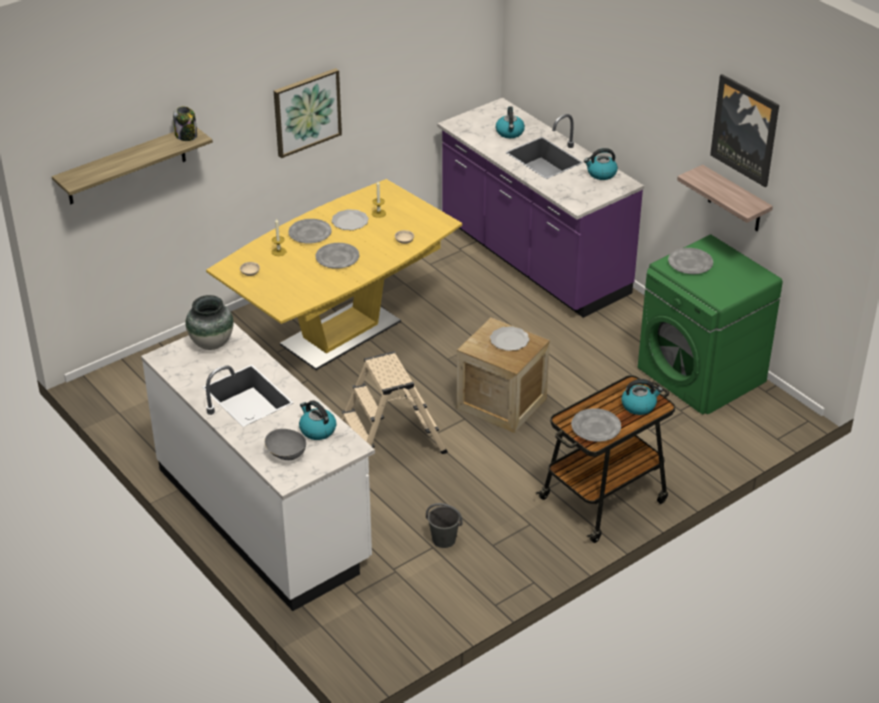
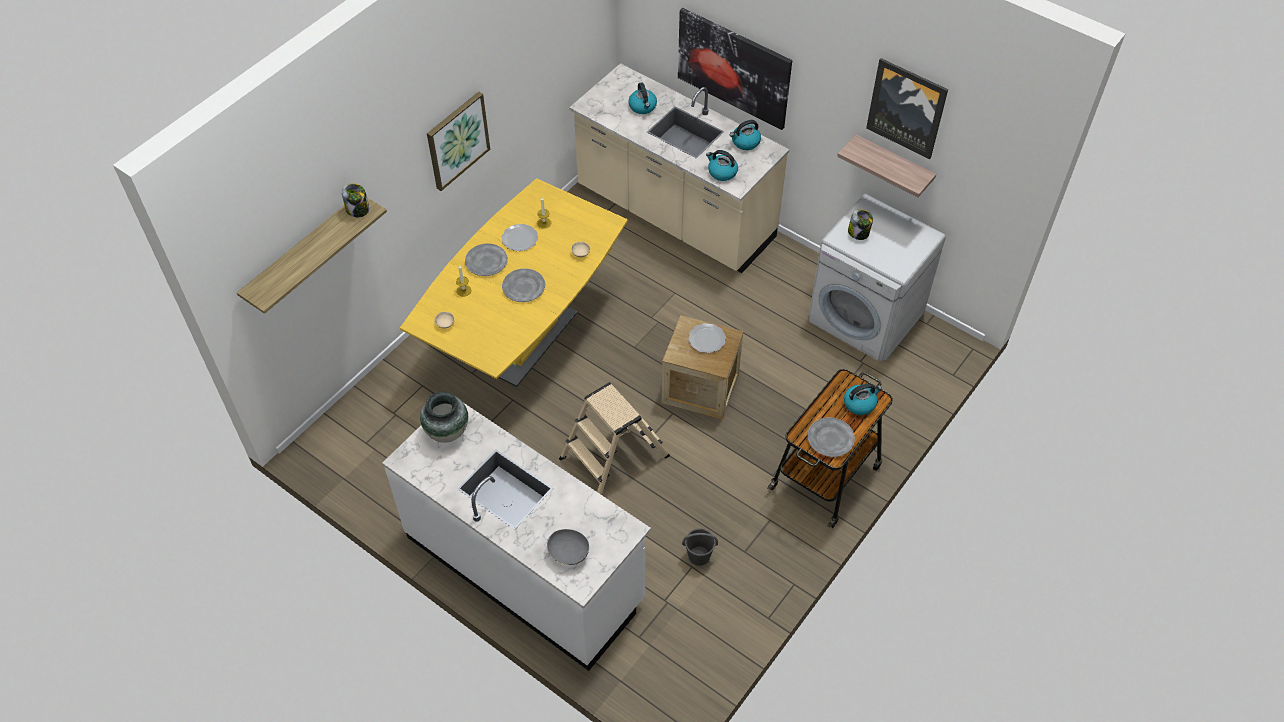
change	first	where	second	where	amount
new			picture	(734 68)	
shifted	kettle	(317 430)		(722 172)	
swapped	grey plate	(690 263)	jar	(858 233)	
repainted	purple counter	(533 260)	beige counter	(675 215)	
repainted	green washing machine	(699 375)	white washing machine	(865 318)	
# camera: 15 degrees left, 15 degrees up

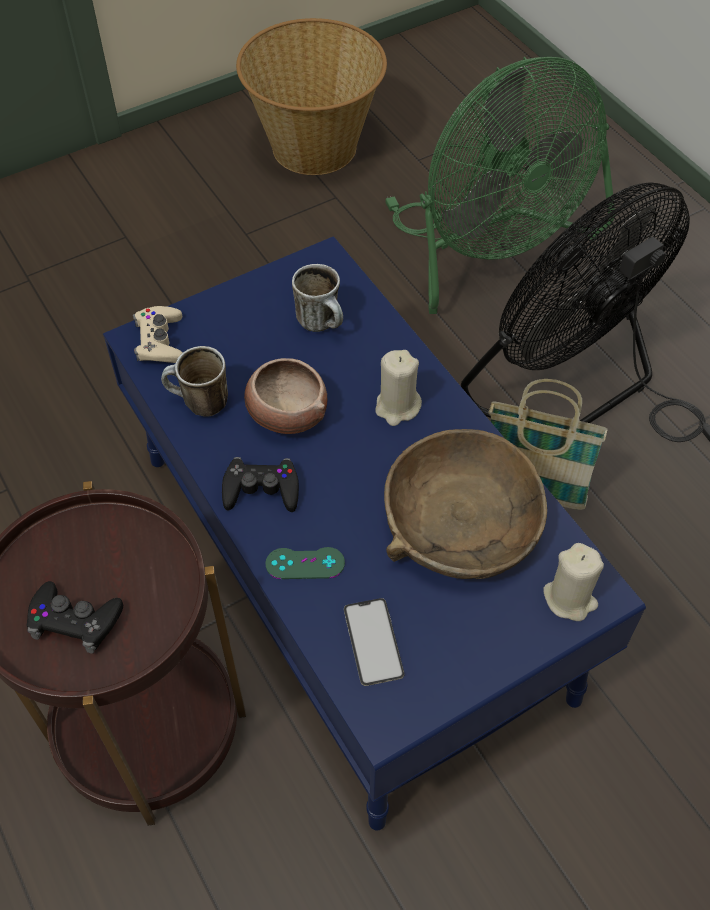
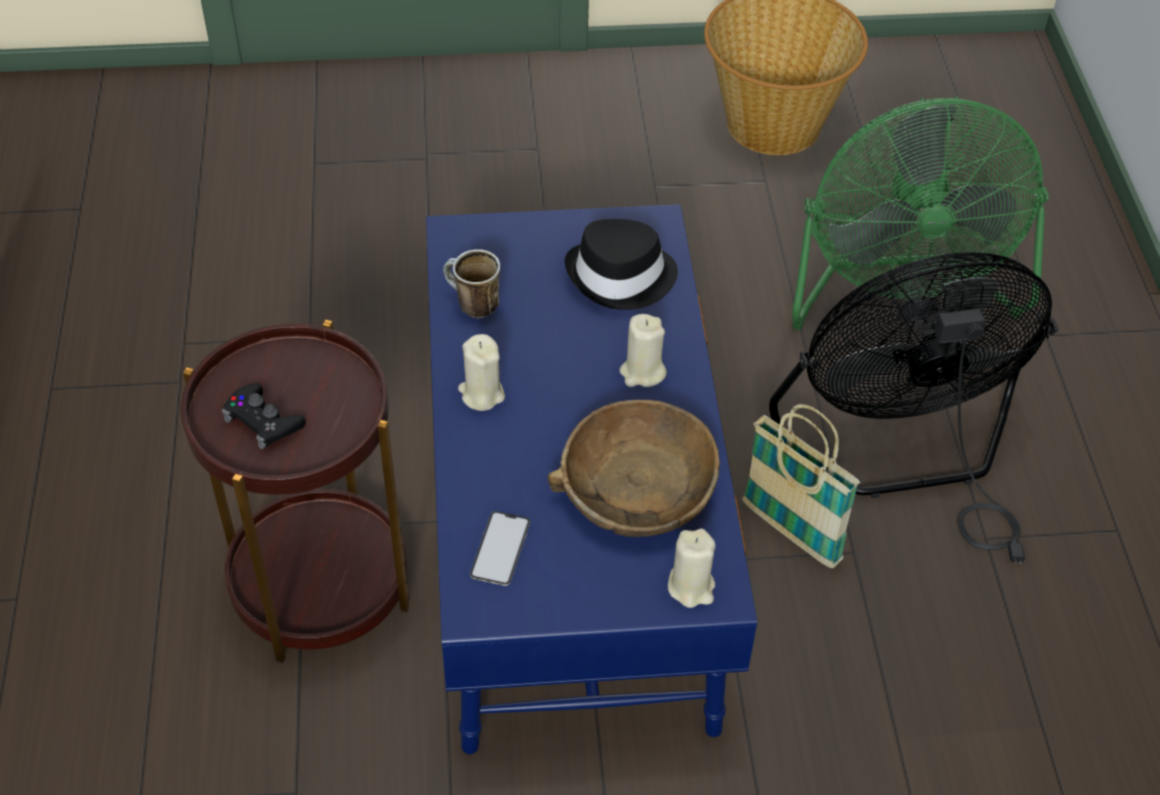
change	first	where	second	where	amount
gone	beige game controller	(160 341)			
gone	bowl	(286 413)			
gone	green game controller	(305 563)			
swapped	black game controller	(261 490)	beige candle	(481 394)	
swapped	mug	(323 324)	black hat	(621 277)	
# camera: 25 degrees right, 5 degrees down

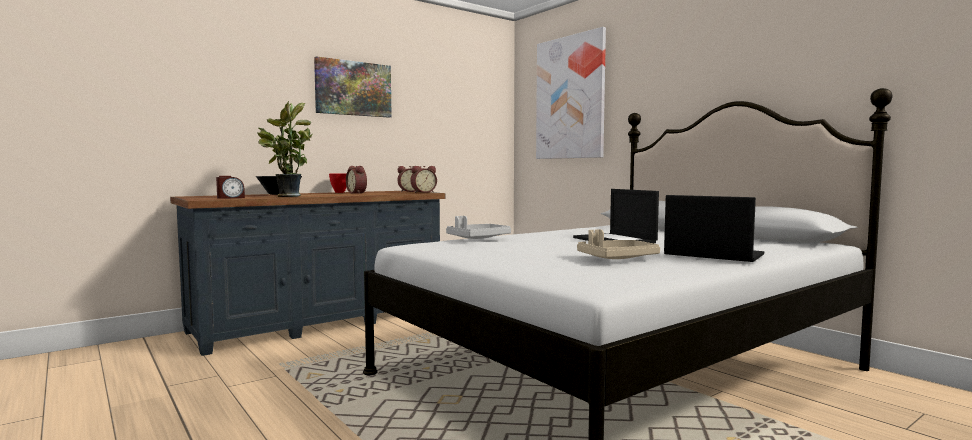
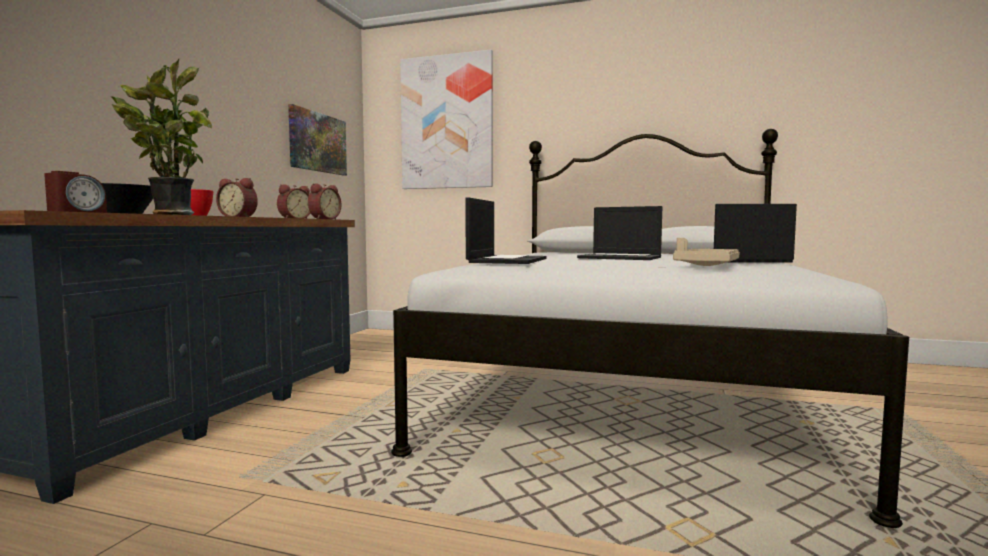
change	first	where	second	where	amount
shifted	picture	(353 88)		(317 142)	
swapped	grey tray	(478 238)	laptop	(507 260)	
# camera: 35 degrees left, 0 degrees up

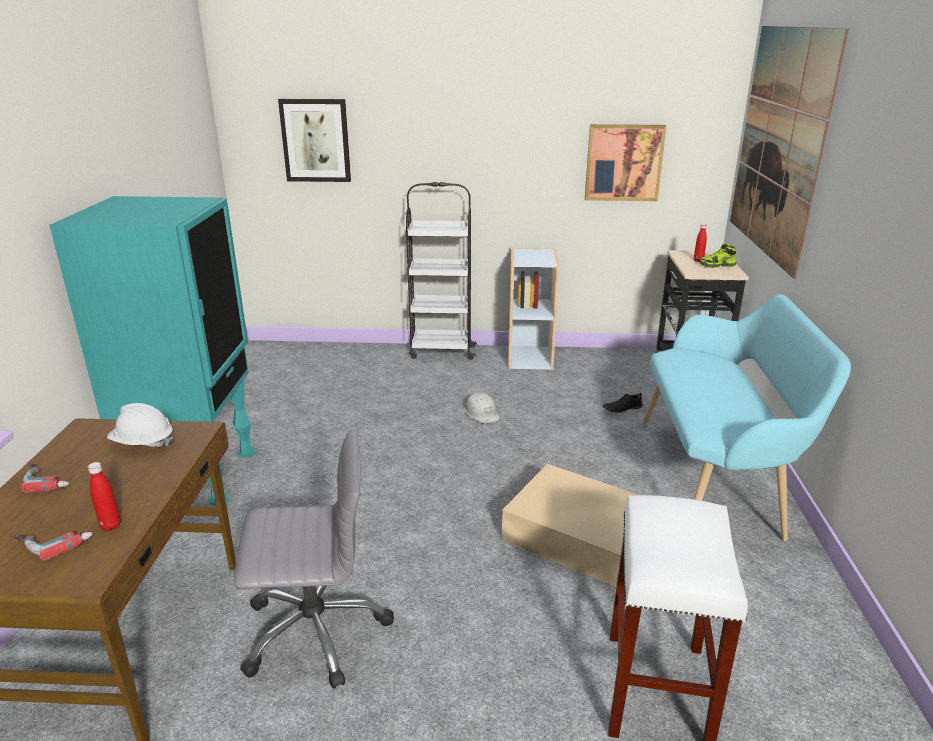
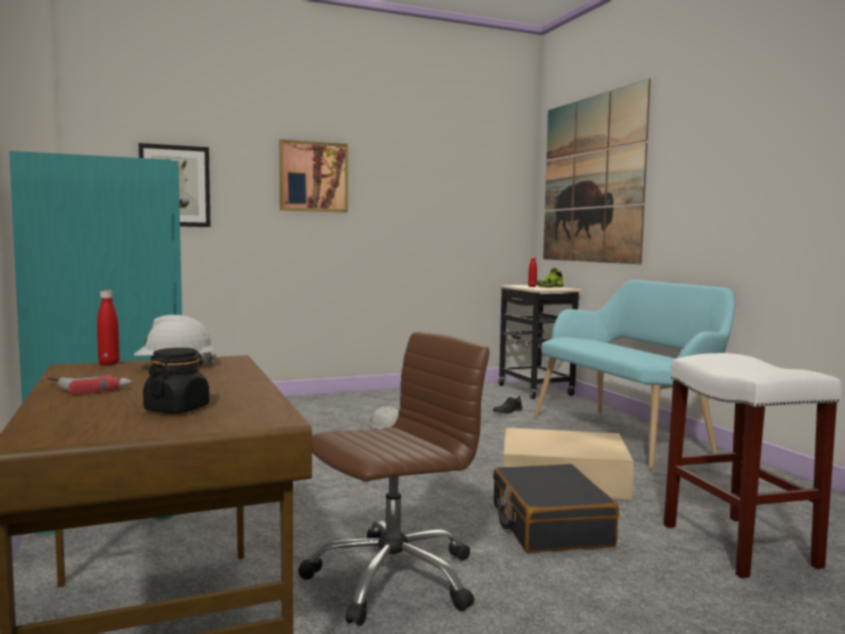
change	first	where	second	where	amount
gone	white cart	(442 352)			
gone	bookcase	(530 357)			
new			black suitcase	(549 525)	
shifted	red bottle	(110 525)		(109 363)	
shifted	picture	(623 162)		(313 177)	
swapped	power drill	(54 540)	black jar	(177 409)	
repainted	grey office chair	(316 630)	brown office chair	(393 578)	
# camera: 25 degrees left, 20 degrees down

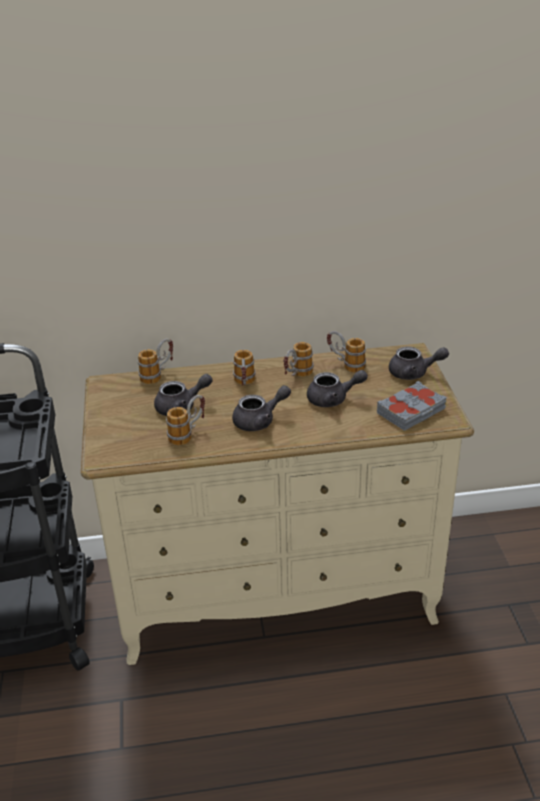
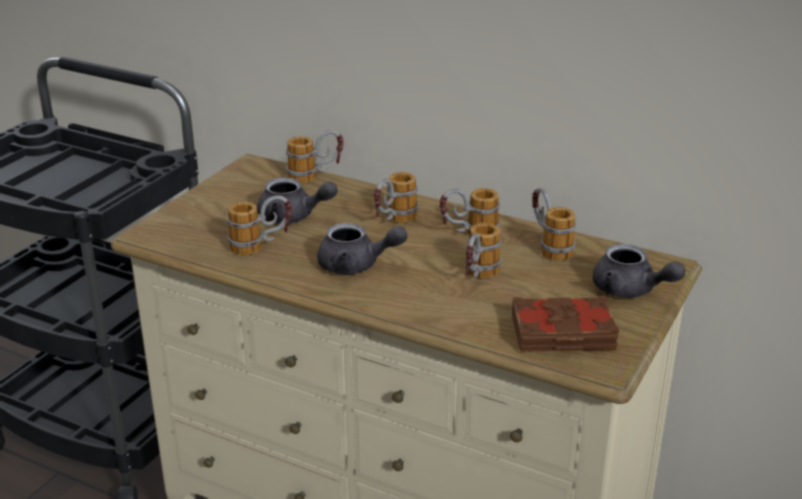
change	first	where	second	where	amount
swapped	grey teapot	(333 399)	mug	(478 278)	
repainted	grey book	(411 411)	brown book	(563 334)	
# camera: 35 degrees right, 5 degrees down

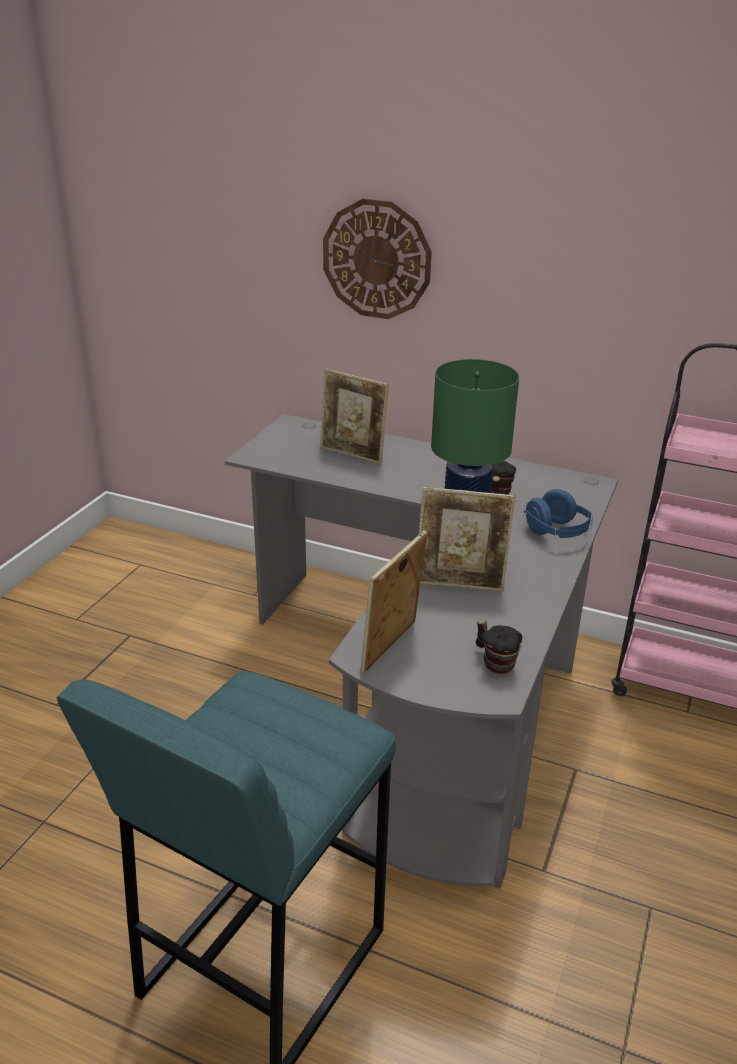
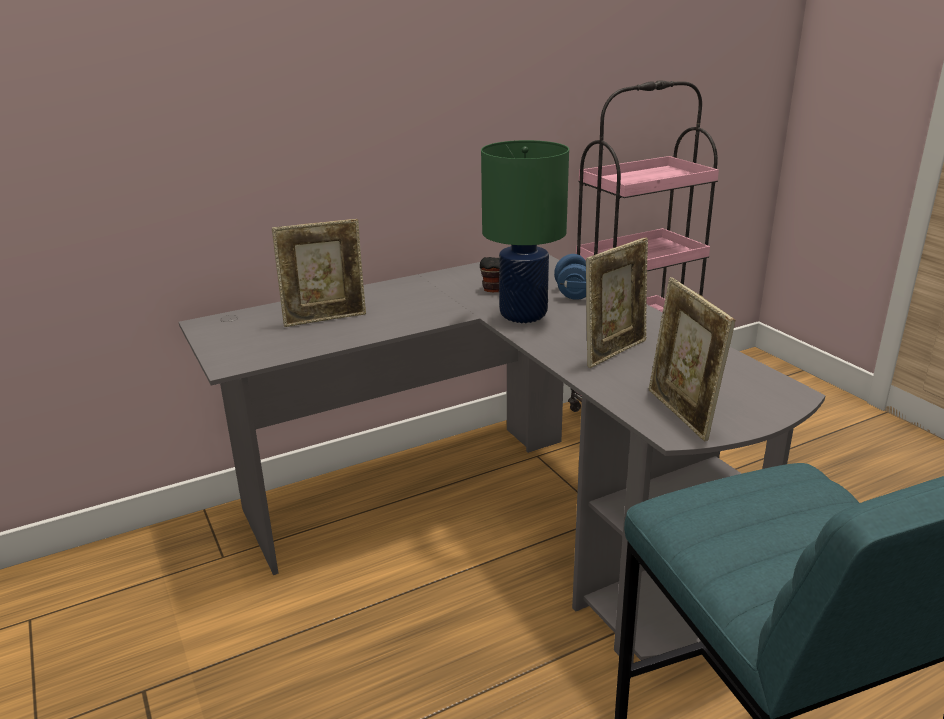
change	first	where	second	where	amount
gone	wall clock	(376 259)			
gone	mug	(495 662)			
# camera: 50 degrees left, 5 degrees down

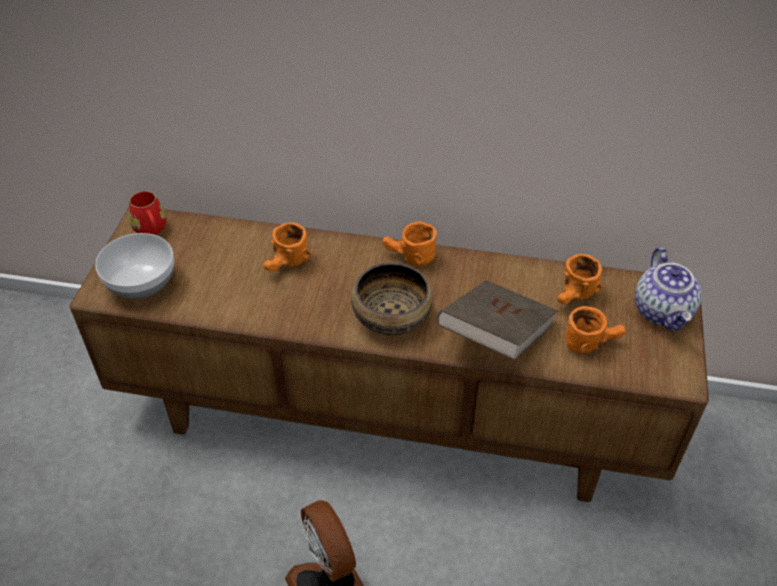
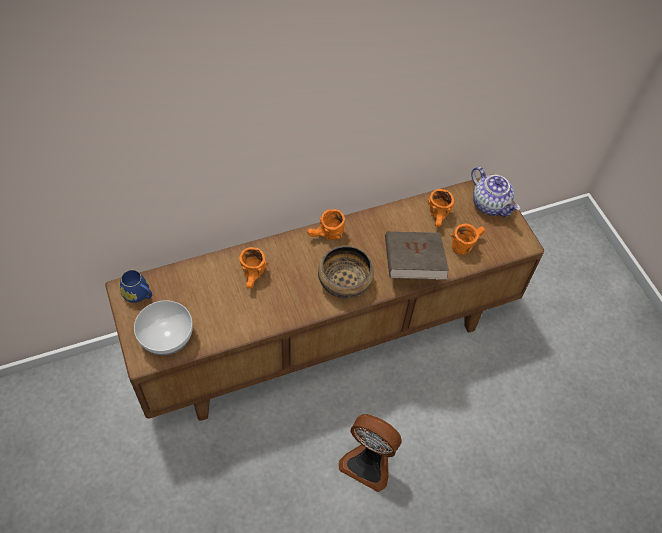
change	first	where	second	where	amount
repainted	red mug	(151 230)	blue mug	(139 295)	
# camera: 35 degrees left, 10 degrees up

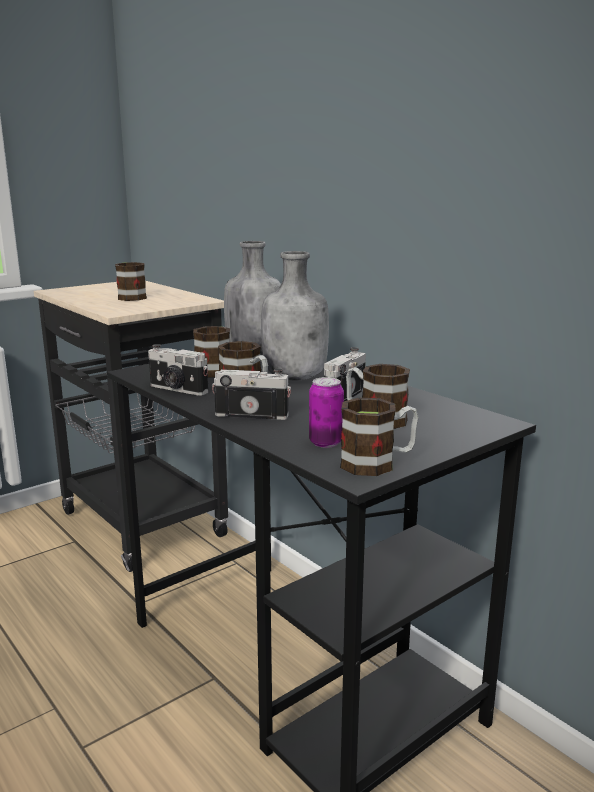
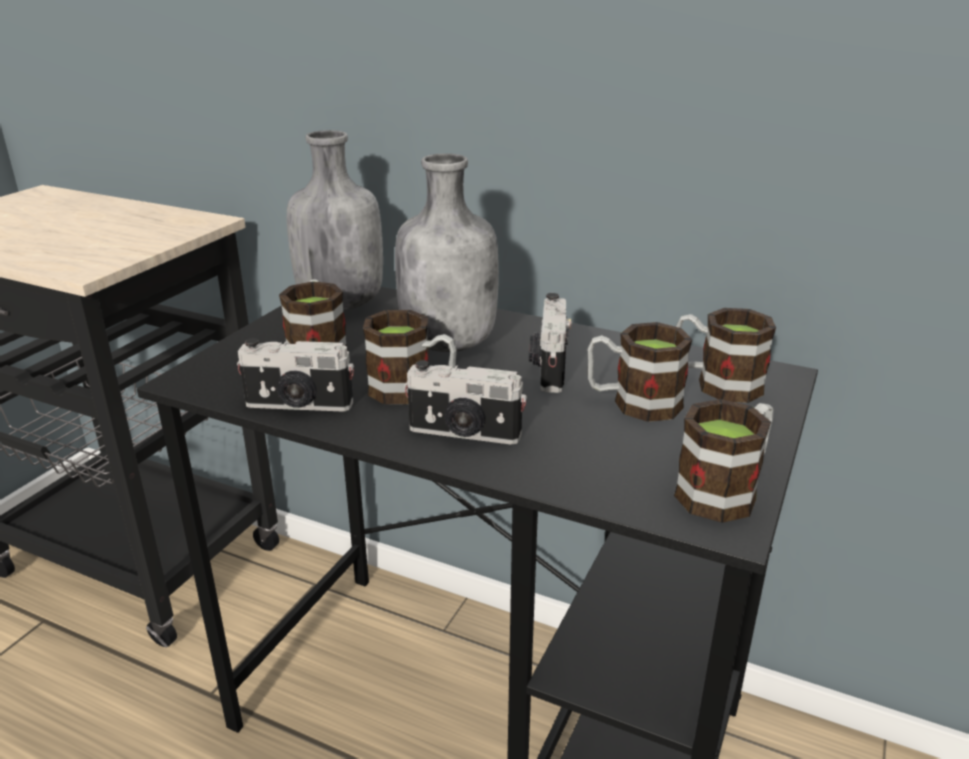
change	first	where	second	where	amount
gone	can	(325 442)			
shifted	mug	(129 297)		(716 383)	
rotated	photo camera	(252 414)		(464 434)	150 degrees counterclockwise
# camera: 25 degrees left, 10 degrees up

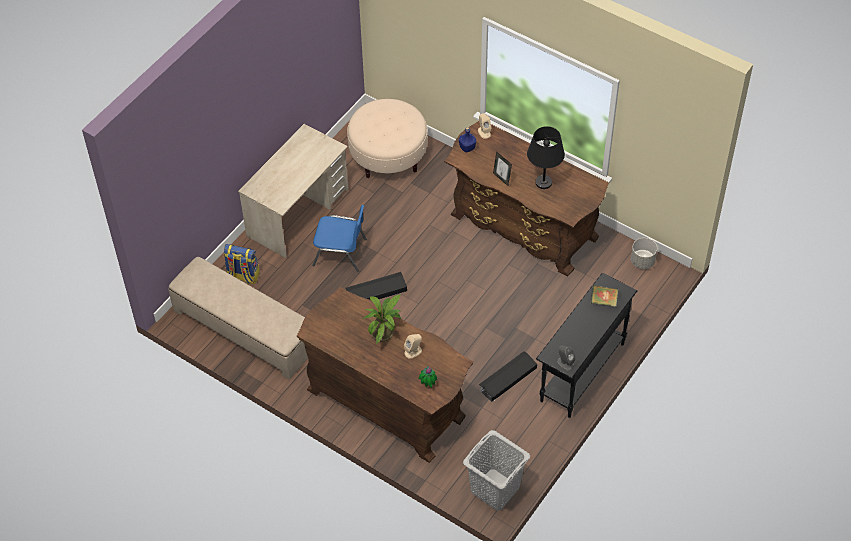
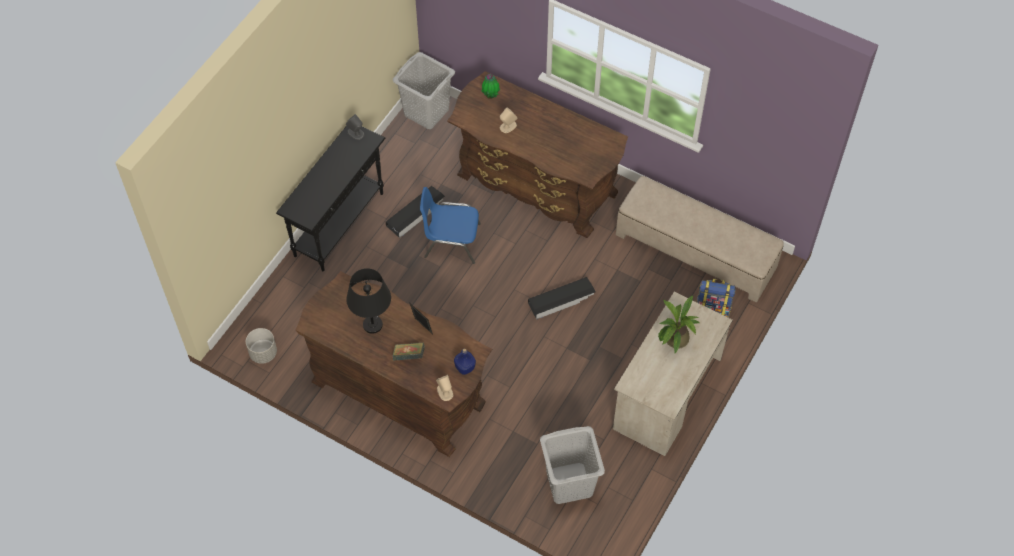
change	first	where	second	where	amount
shifted	blue chair	(341 252)		(451 241)	
shifted	potted plant	(384 332)		(674 340)	
shifted	book	(603 301)		(409 356)	
swapped	beige ottoman	(388 156)	grey laundry basket	(570 482)	
# camera: 175 degrees right, 5 degrees up

